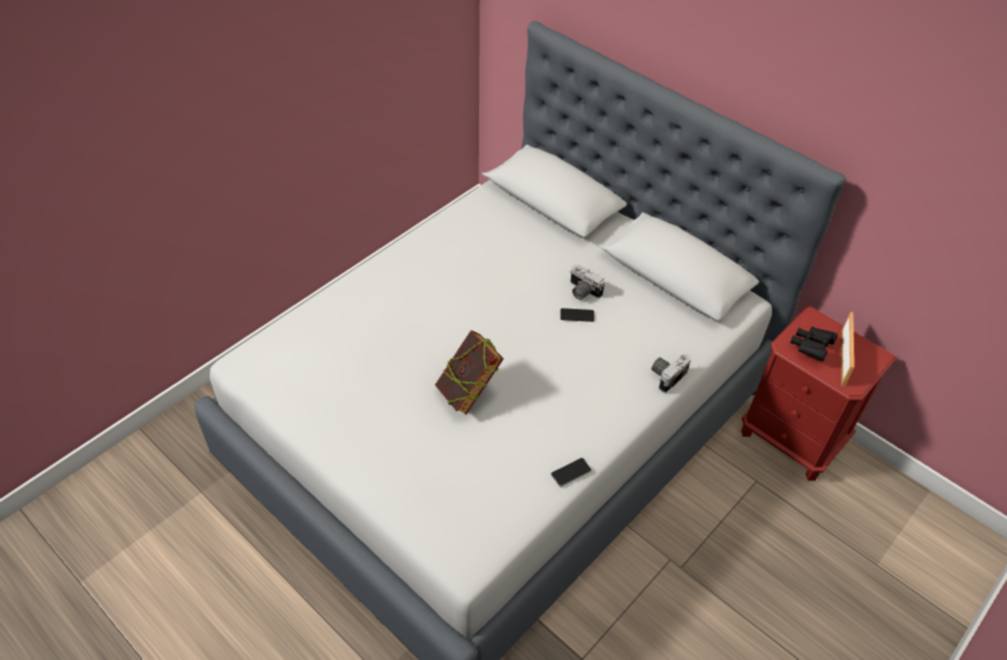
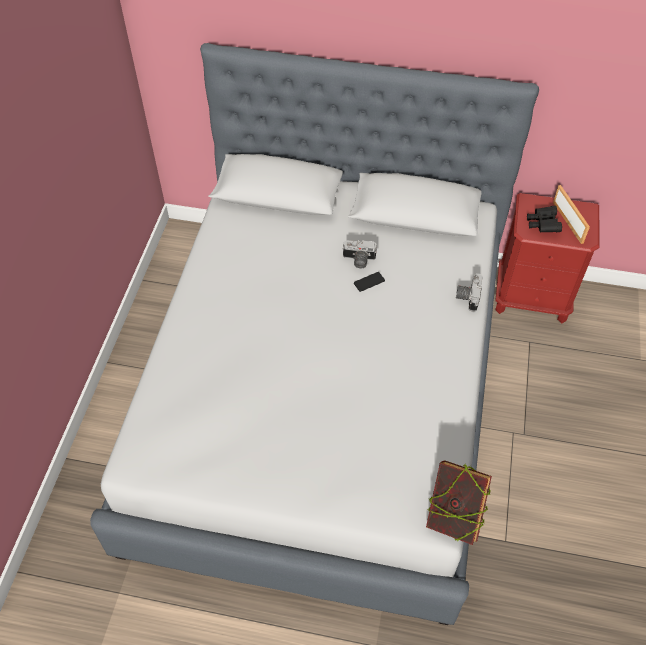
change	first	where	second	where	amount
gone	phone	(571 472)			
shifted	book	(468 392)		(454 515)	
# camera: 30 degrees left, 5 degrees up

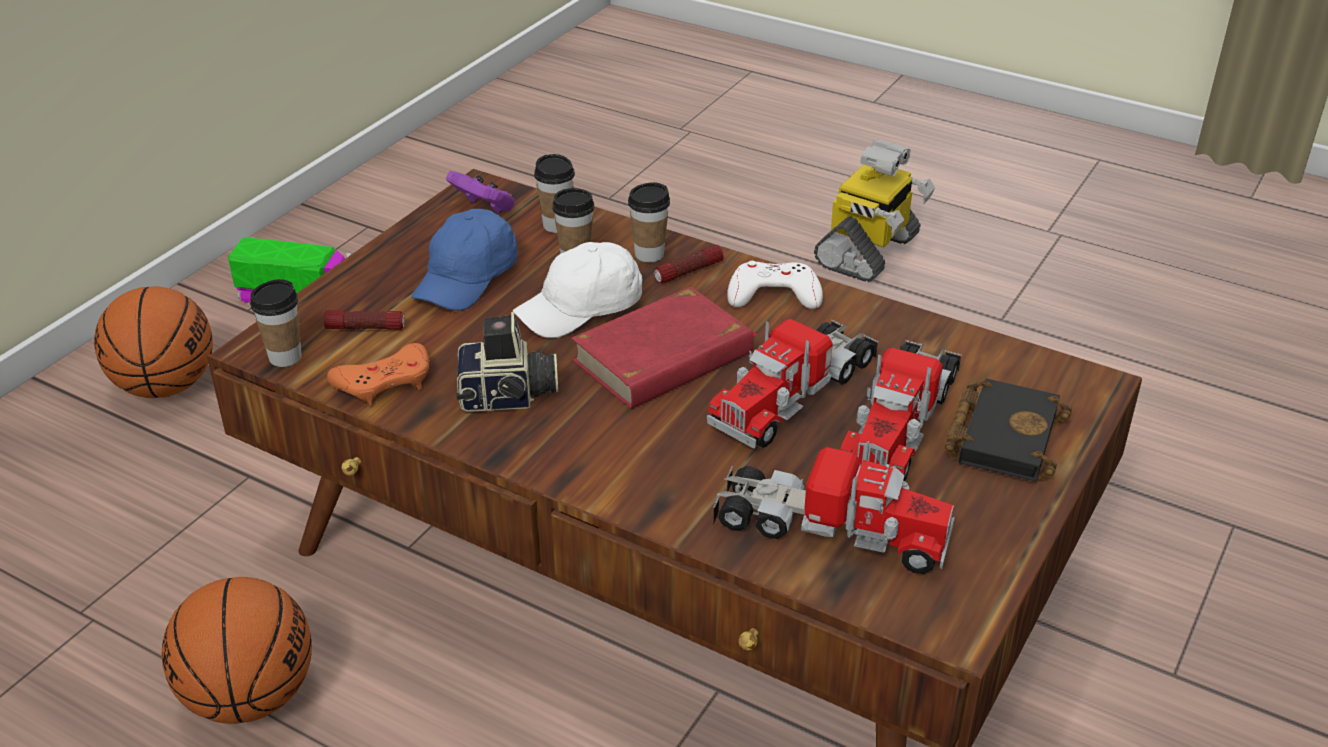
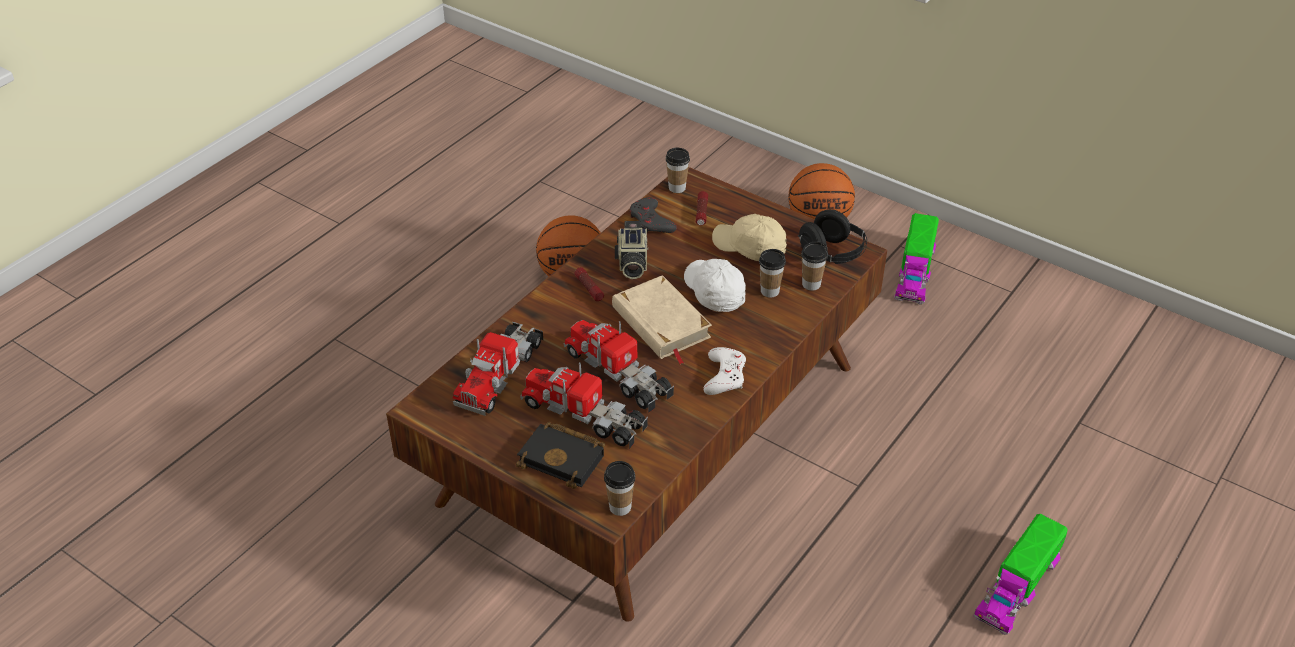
change	first	where	second	where	amount
shifted	cup	(649 254)		(620 507)	
shifted	flashlight	(688 272)		(588 288)	
swapped	purple game controller	(484 208)	black headphones	(832 254)	
swapped	toy robot	(868 252)	toy truck	(1017 587)	
repainted	orange game controller	(385 381)	grey game controller	(651 221)	
repainted	blue cap	(468 278)	beige cap	(750 248)	
repainted	red book	(664 357)	beige book	(660 323)	
# camera: 95 degrees right, 5 degrees up

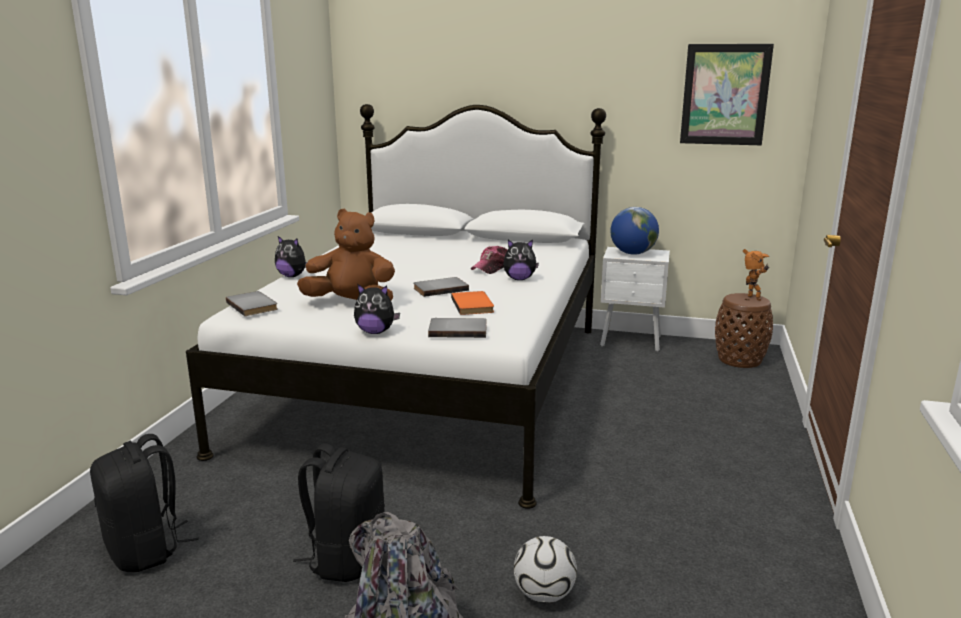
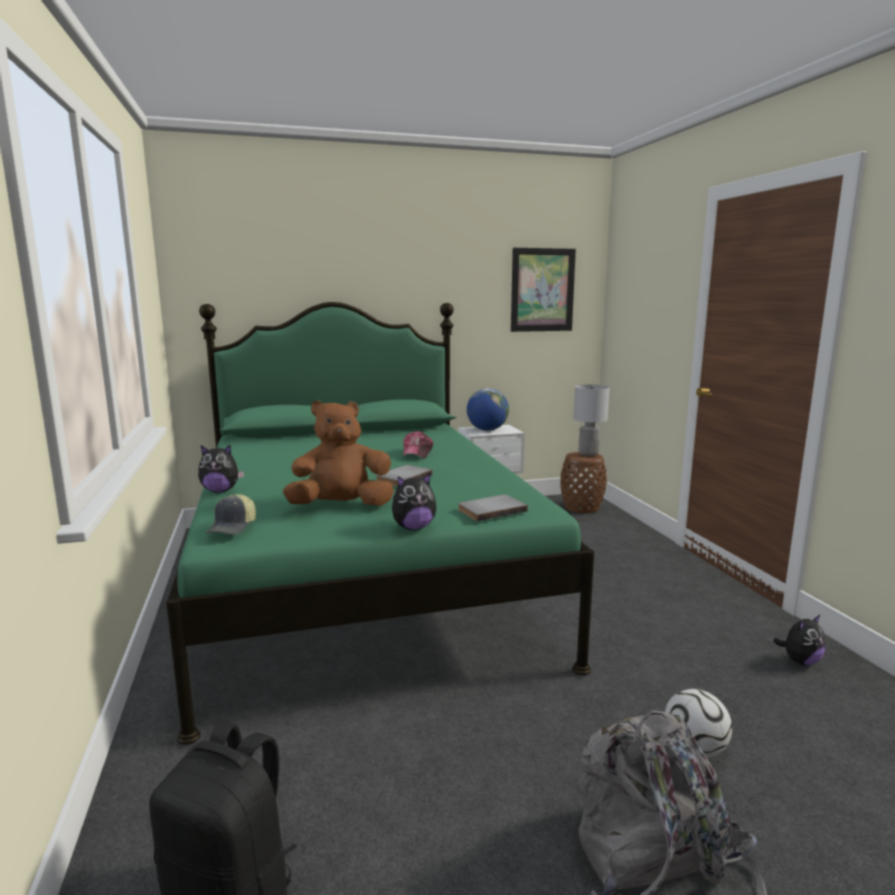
change	first	where	second	where	amount
gone	black backpack	(346 558)			
gone	orange book	(474 305)			
shifted	plush toy	(519 279)		(800 661)	
swapped	grey book	(254 305)	cap	(233 527)	
swapped	toy robot	(752 299)	grey table lamp	(588 455)	
repainted	white bed	(431 383)	green bed	(362 583)	
# camera: 30 degrees left, 5 degrees down

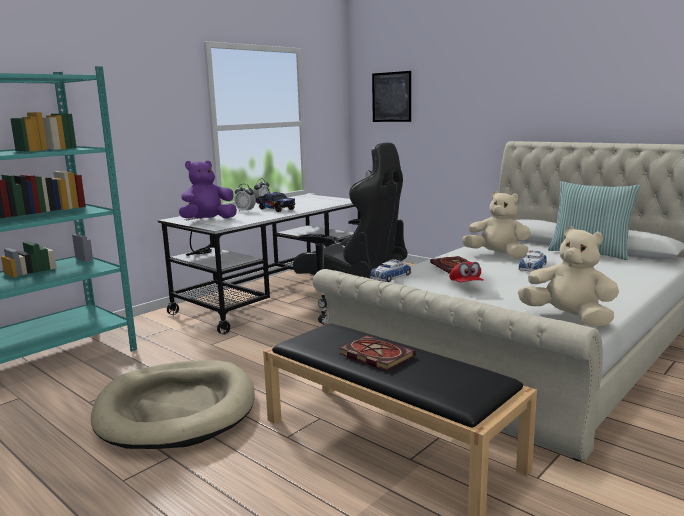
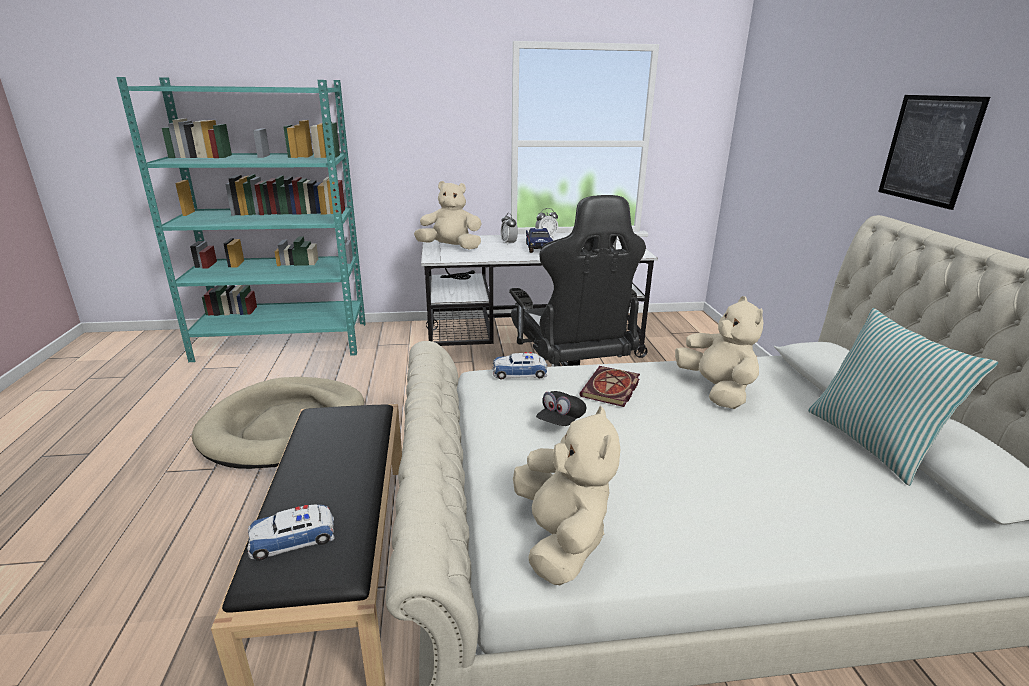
change	first	where	second	where	amount
gone	book	(374 355)			
shifted	picture	(391 97)		(929 149)	
shifted	toy car	(532 267)		(292 538)	
repainted	purple plush toy	(208 220)	beige plush toy	(450 248)	
repainted	red cap	(466 285)	black cap	(561 421)	
# camera: 40 degrees right, 10 degrees up

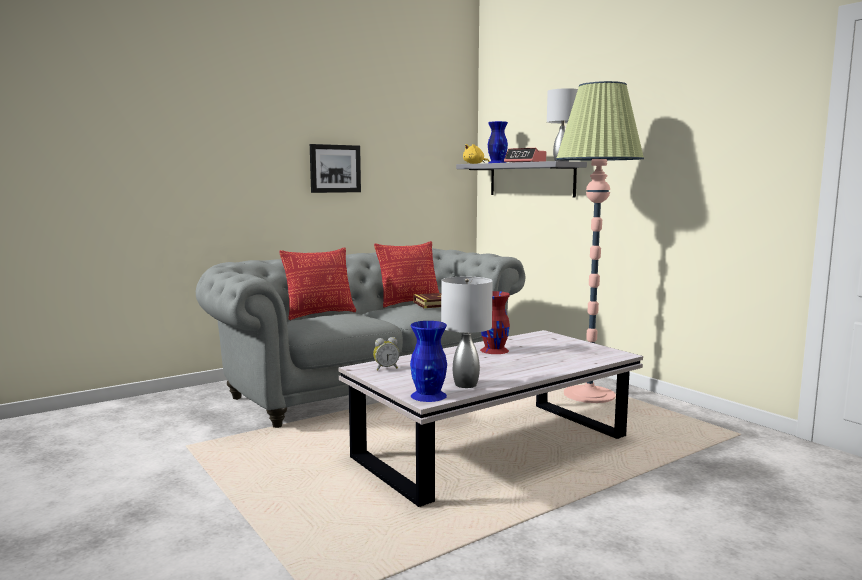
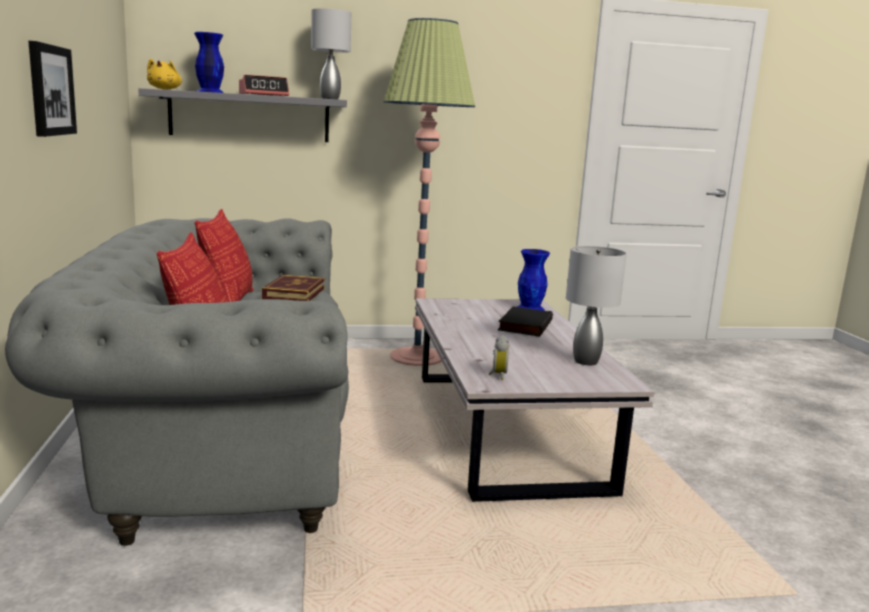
change	first	where	second	where	amount
gone	red vase	(494 350)			
new			black book	(524 325)	
shifted	blue vase	(429 396)		(531 308)	
# camera: 65 degrees left, 5 degrees up

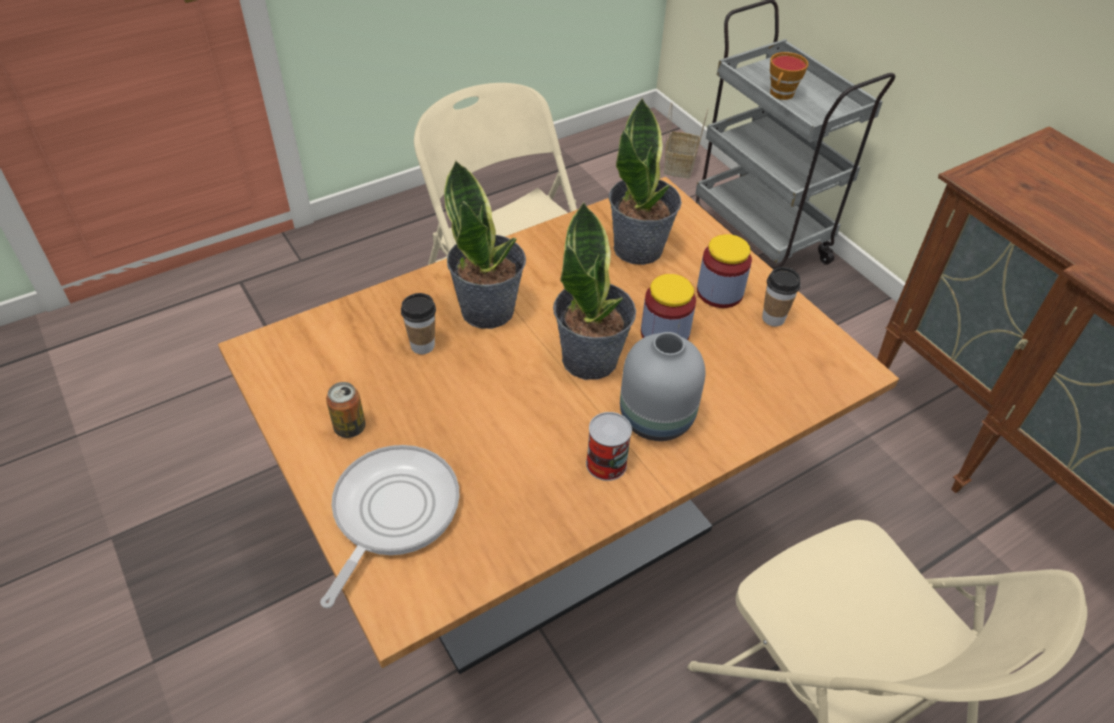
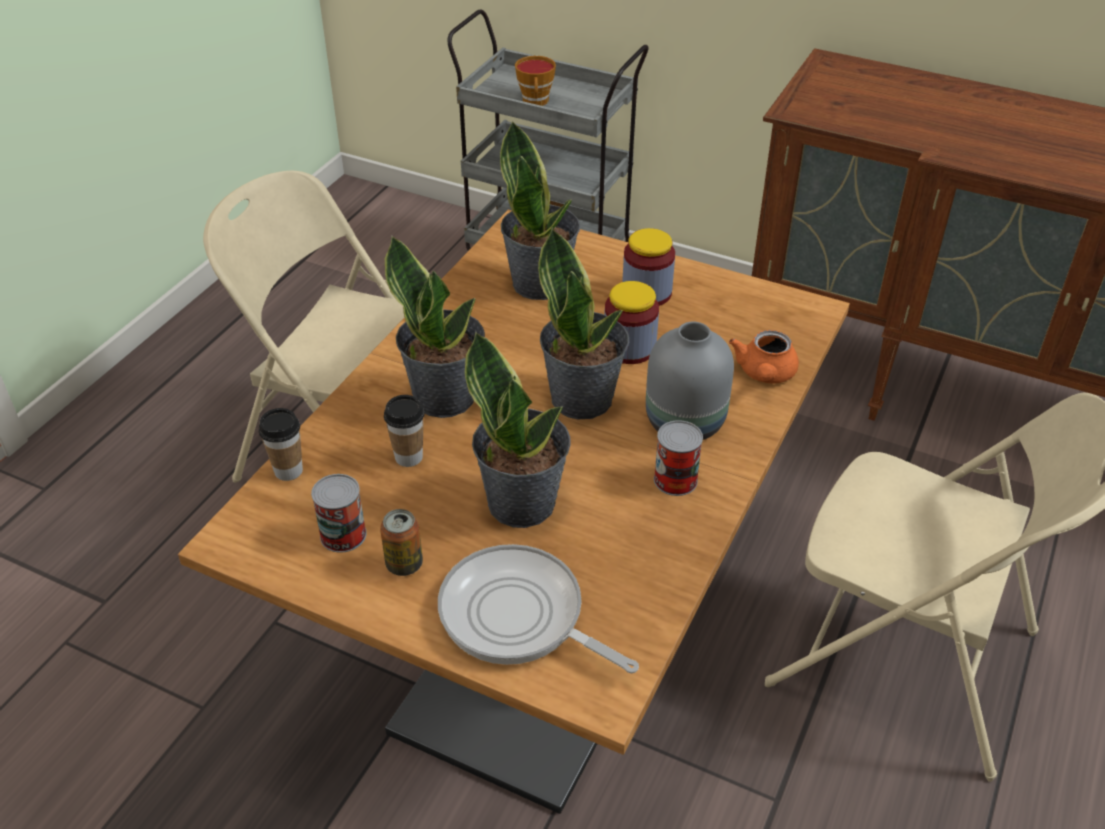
change	first	where	second	where	amount
gone	basket	(679 167)			
new			can	(343 535)	
new			potted plant	(522 502)	
new			orange teapot	(764 374)	
shifted	cup	(773 318)		(288 471)	
rotated	frying pan	(392 513)		(518 617)	45 degrees counterclockwise
# camera: 30 degrees left, 5 degrees down

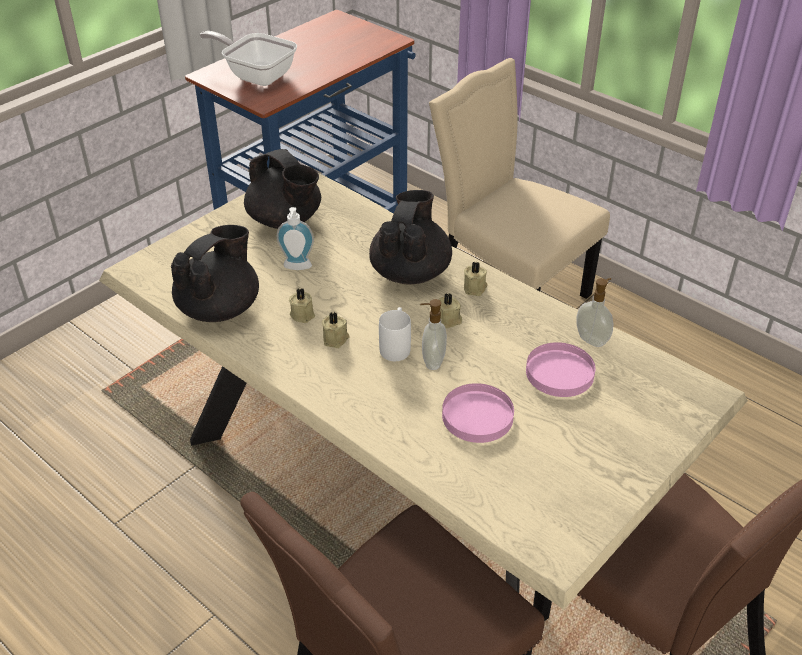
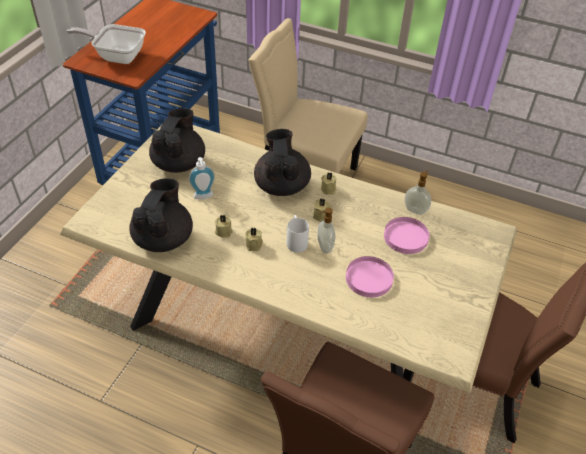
change	first	where	second	where	amount
rotated	black teapot	(285 221)		(179 163)	105 degrees counterclockwise
# camera: 20 degrees left, 5 degrees up

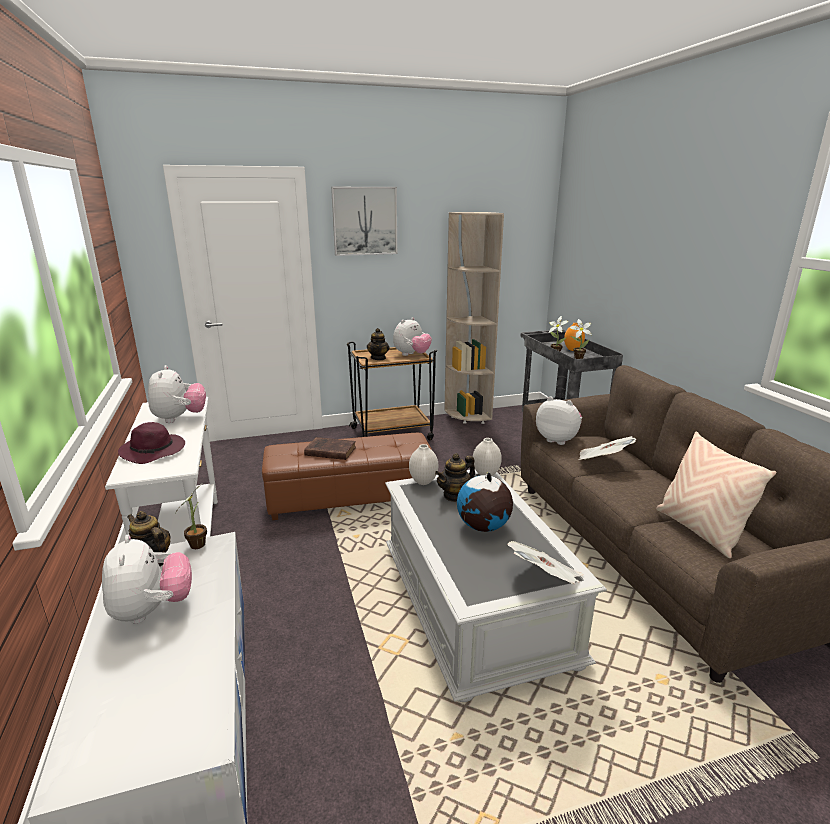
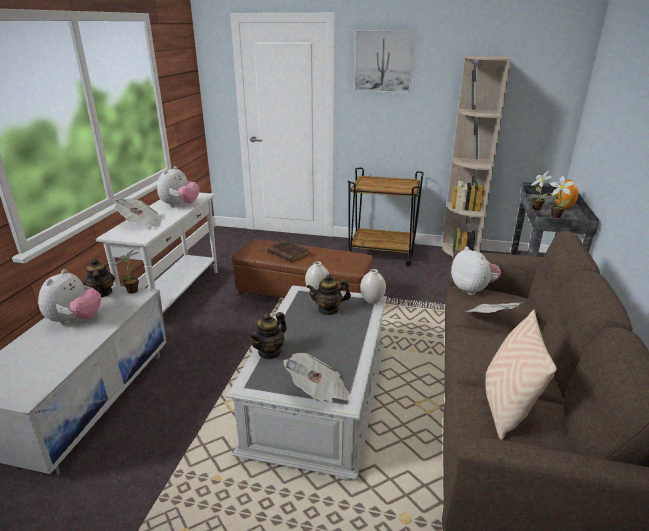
change	first	where	second	where	amount
gone	plush toy	(411 355)			
gone	globe	(483 527)			
shifted	teapot	(378 358)		(269 352)	
swapped	purple hat	(154 451)	newspaper	(141 224)	
# camera: 30 degrees right, 5 degrees up

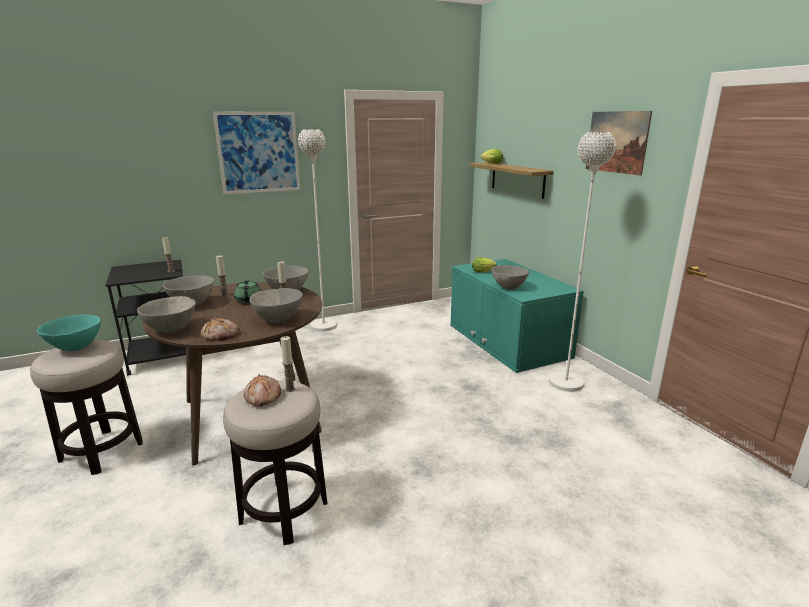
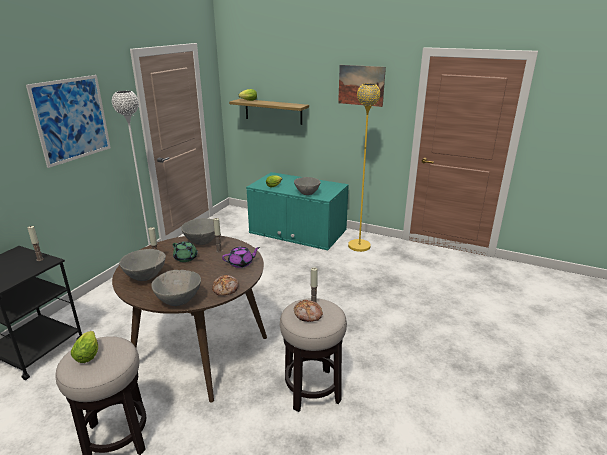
change	first	where	second	where	amount
swapped	turquoise bowl	(75 348)	lettuce	(88 354)	
swapped	grey bowl	(278 320)	purple teapot	(241 263)	
repainted	white floor lamp	(566 383)	yellow floor lamp	(359 246)	
# camera: 40 degrees left, 5 degrees up

